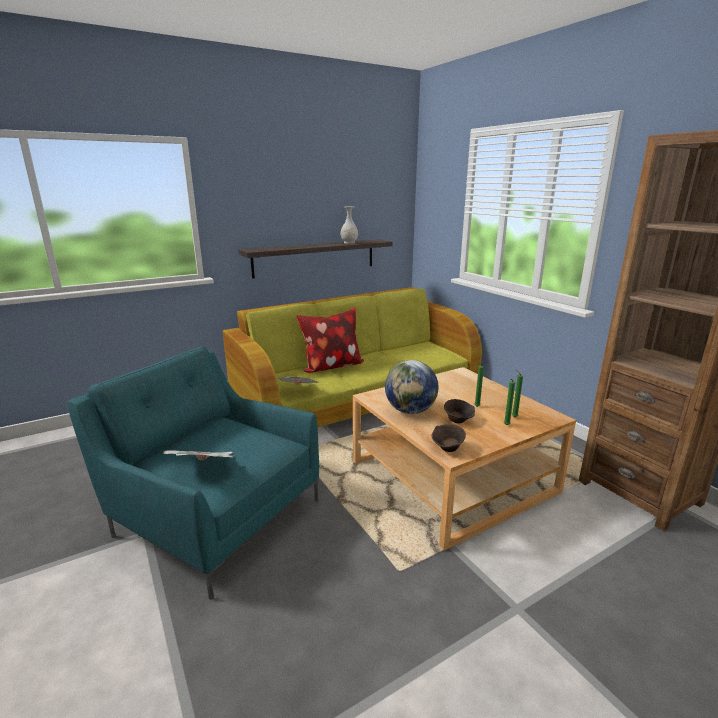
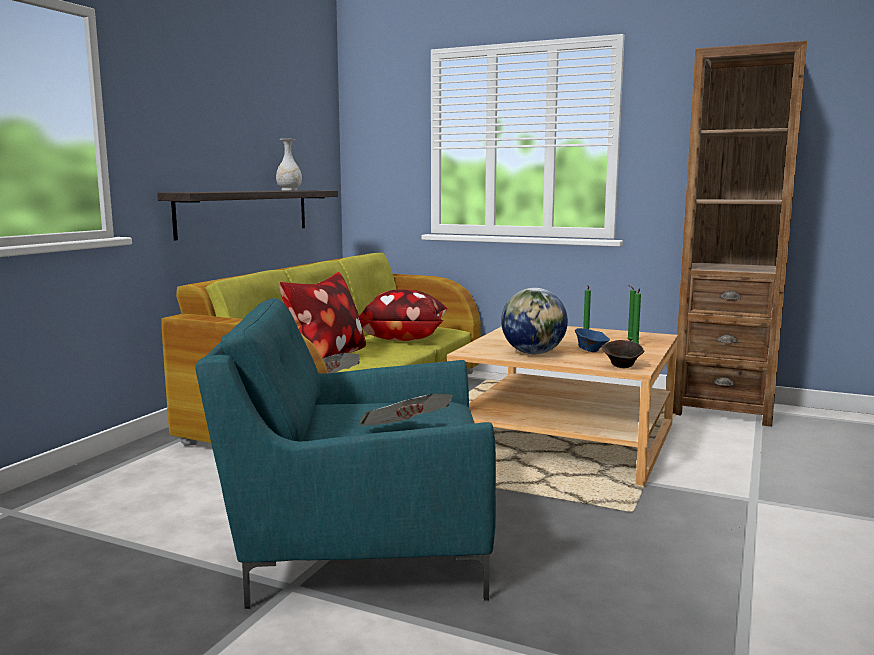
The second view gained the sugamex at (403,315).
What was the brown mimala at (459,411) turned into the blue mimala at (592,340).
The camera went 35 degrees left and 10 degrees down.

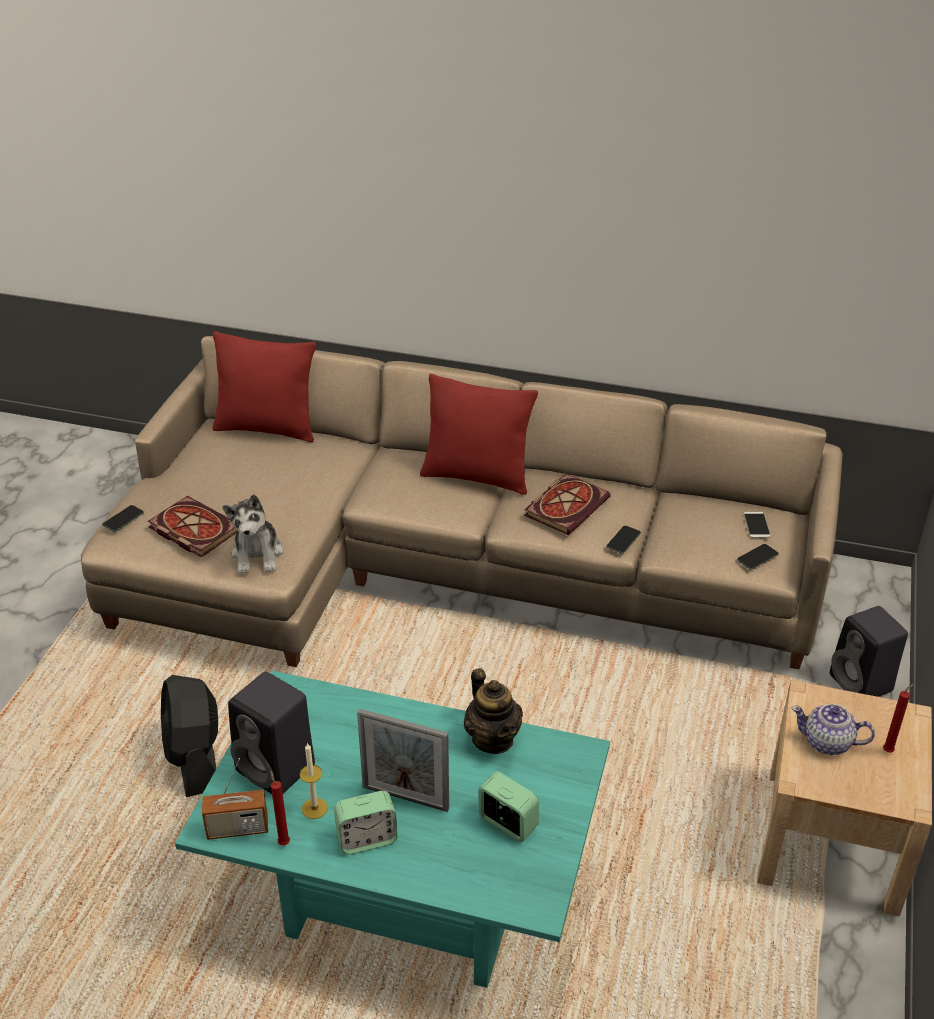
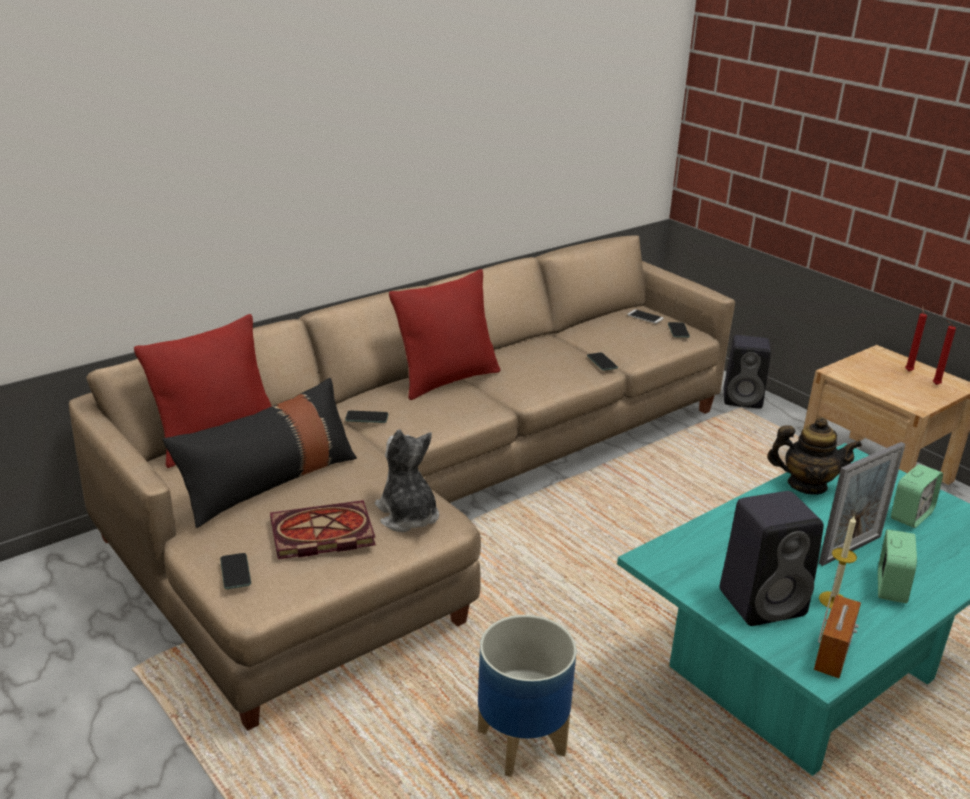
The second view gained the black sugamex at (259,453).
The second view gained the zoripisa at (366,416).
The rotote at (253,534) ended up facing another way, 150 degrees counterclockwise from before.
Where the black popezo stood at (189,736), the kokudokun came to stand at (527,696).
The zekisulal at (508,806) ended up facing another way, 150 degrees clockwise from before.
The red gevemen ended up elsewhere, having gone from (280,807) to (944,352).
The second view lost the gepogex at (567,504).
The second view lost the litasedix at (833,729).
The camera went 55 degrees left and 10 degrees down.

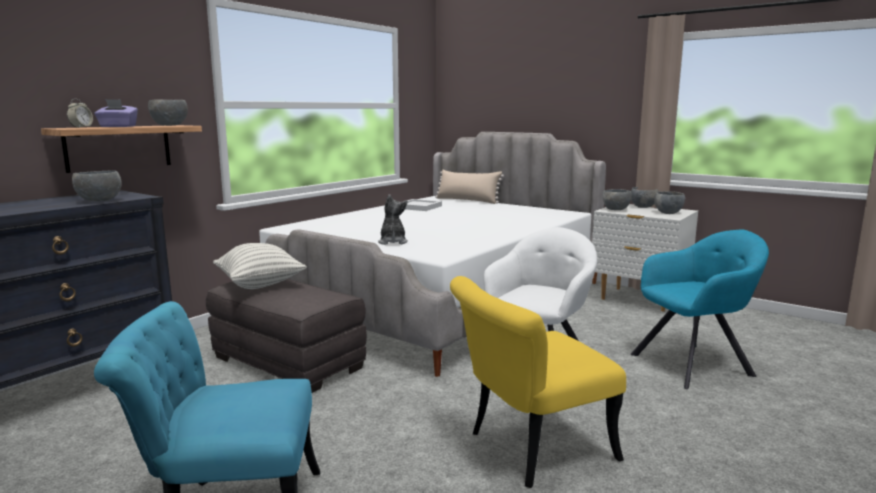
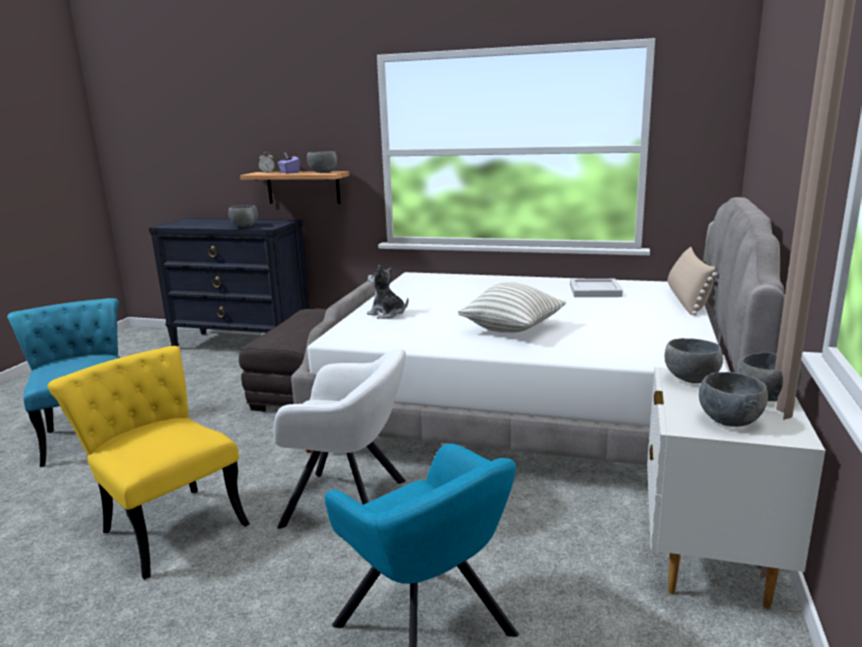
The rotote at (393,219) ended up facing another way, 120 degrees counterclockwise from before.
The sugamex ended up elsewhere, having gone from (260,266) to (512,307).
The camera went 70 degrees right and 5 degrees up.

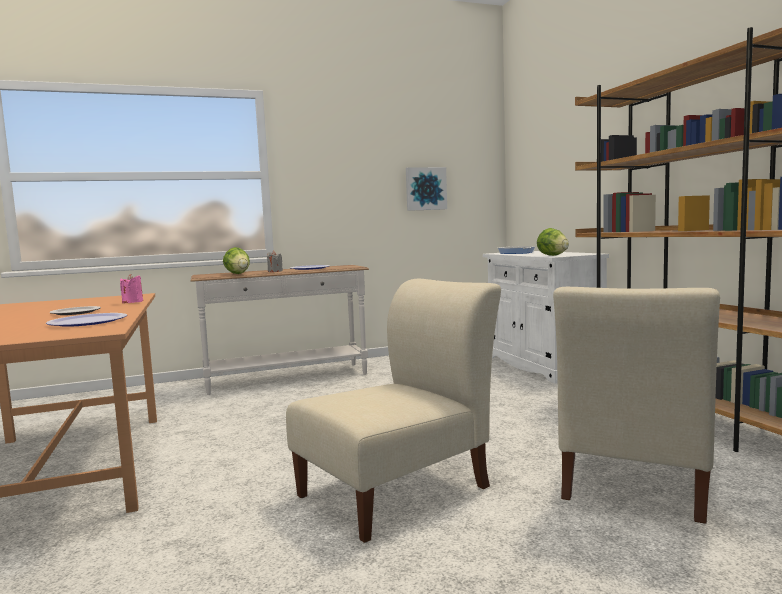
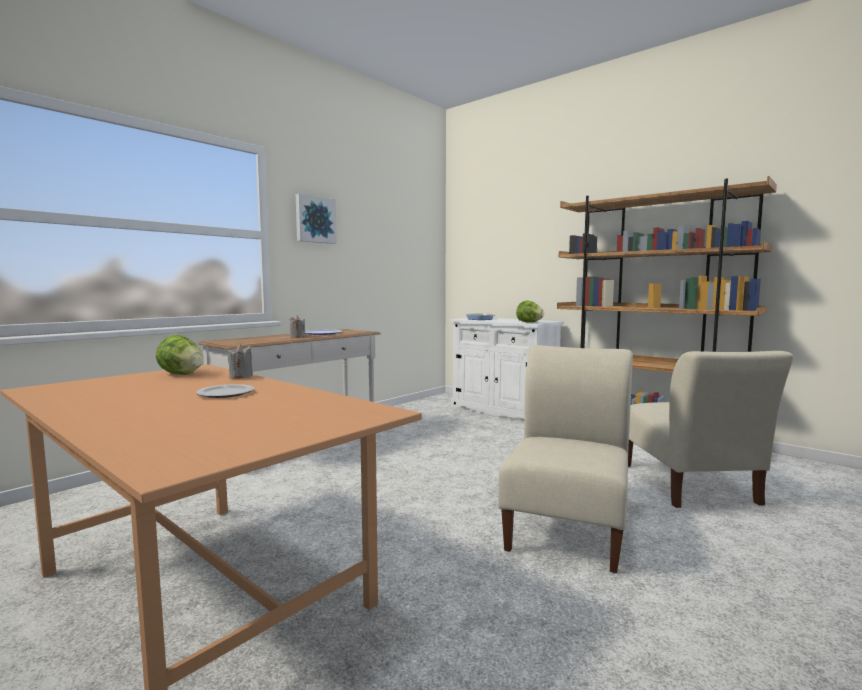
The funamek ended up elsewhere, having gone from (236,260) to (179,355).
What was the pink gevemen at (131,288) turned into the grey gevemen at (240,361).
The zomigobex ended up elsewhere, having gone from (426,189) to (316,219).
The second view lost the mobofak at (86,320).
The camera went 30 degrees left and 0 degrees up.

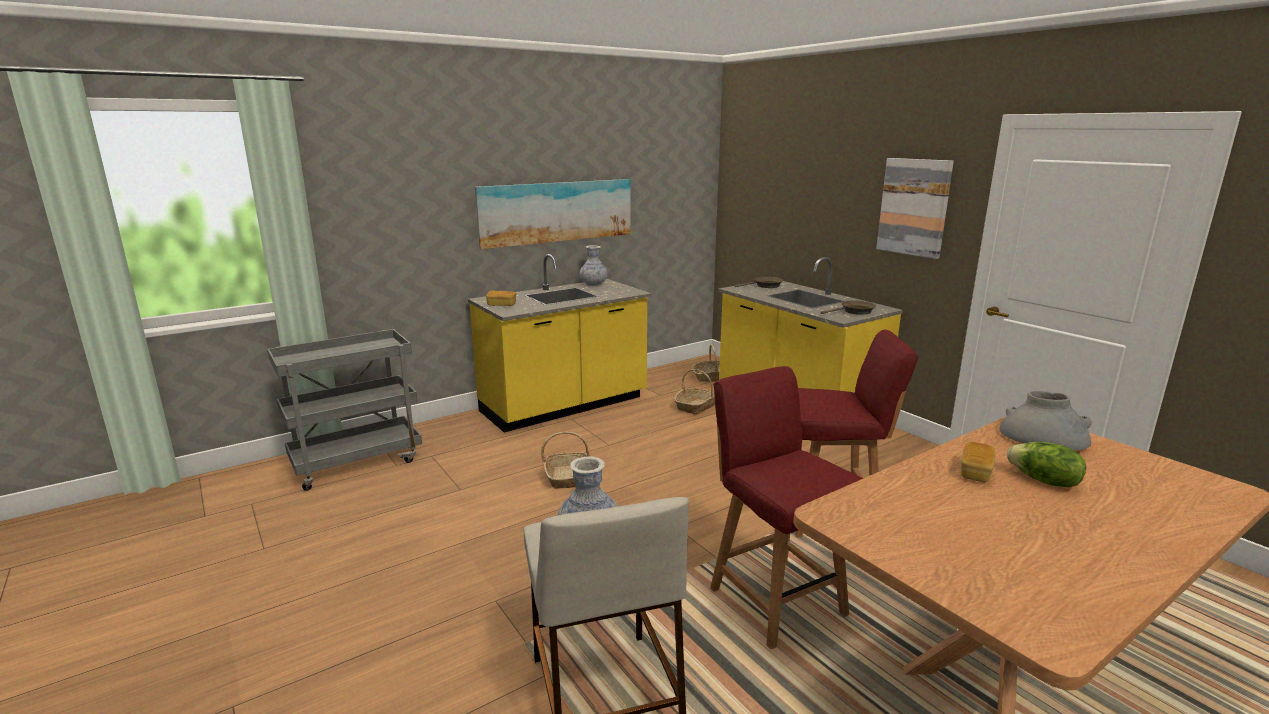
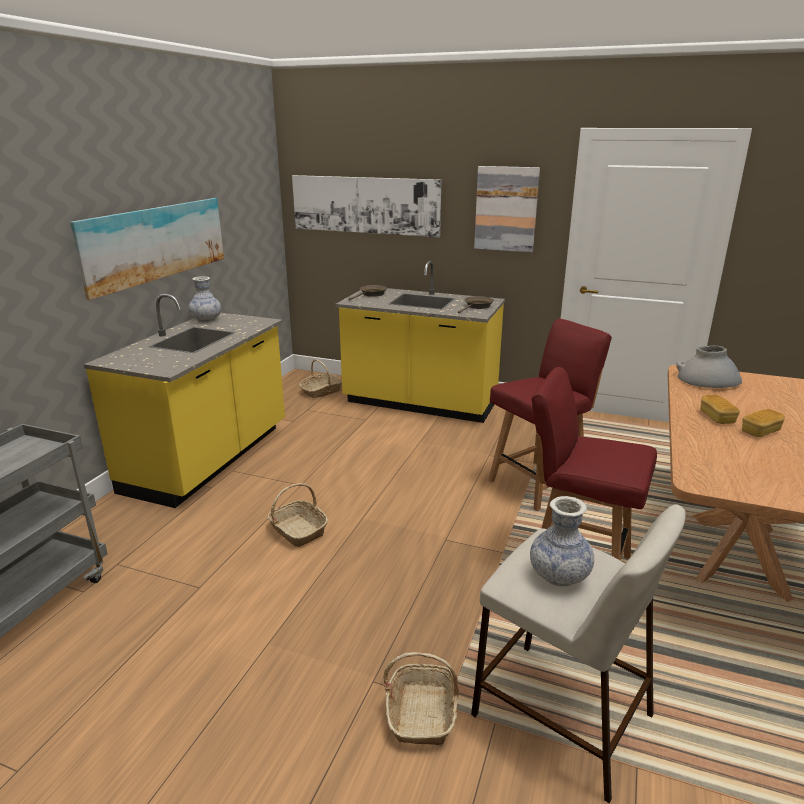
The second view gained the zomigobex at (366,206).
The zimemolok ended up elsewhere, having gone from (694,392) to (421,699).
The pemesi ended up elsewhere, having gone from (501,298) to (763,423).
The second view lost the funamek at (1046,465).
The camera went 35 degrees left and 5 degrees up.

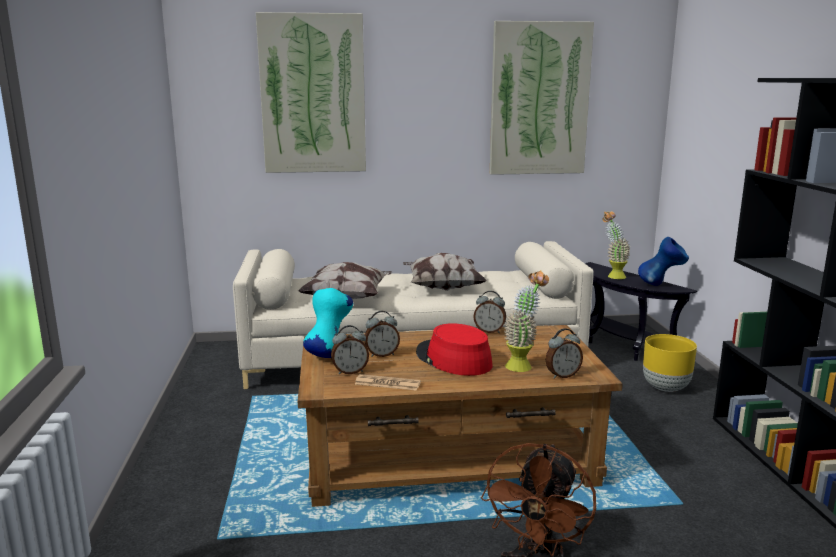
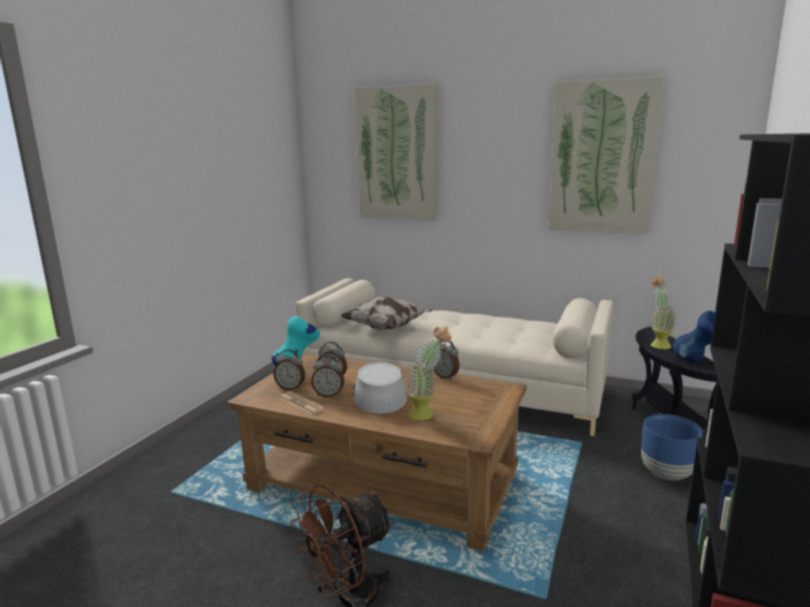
The zekisulal ended up elsewhere, having gone from (564,353) to (327,376).
What was the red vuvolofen at (454,349) turned into the grey vuvolofen at (380,388).
What was the yellow kokudokun at (670,363) turned into the blue kokudokun at (672,447).
The second view lost the sugamex at (445,272).
The camera went 30 degrees right and 0 degrees up.

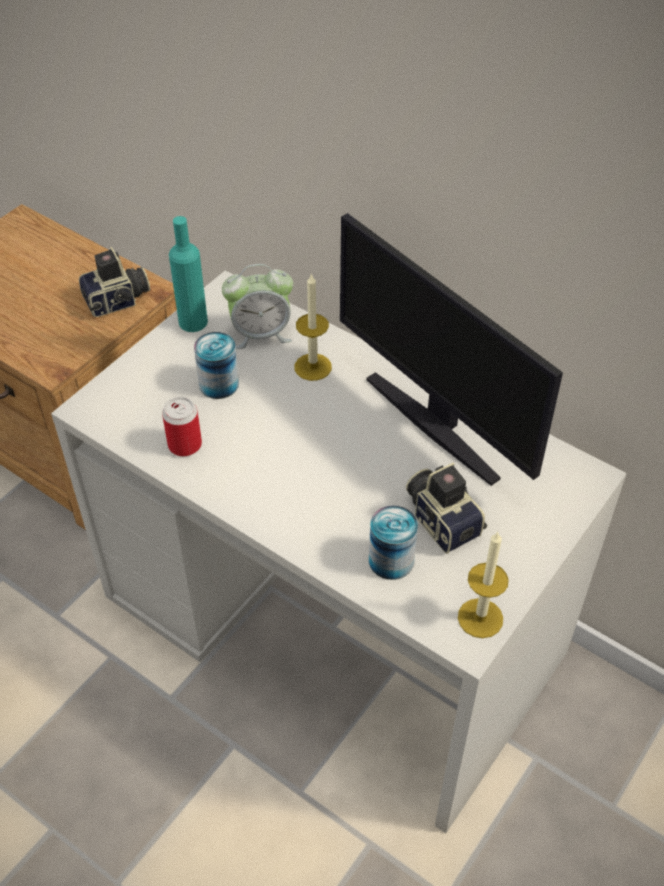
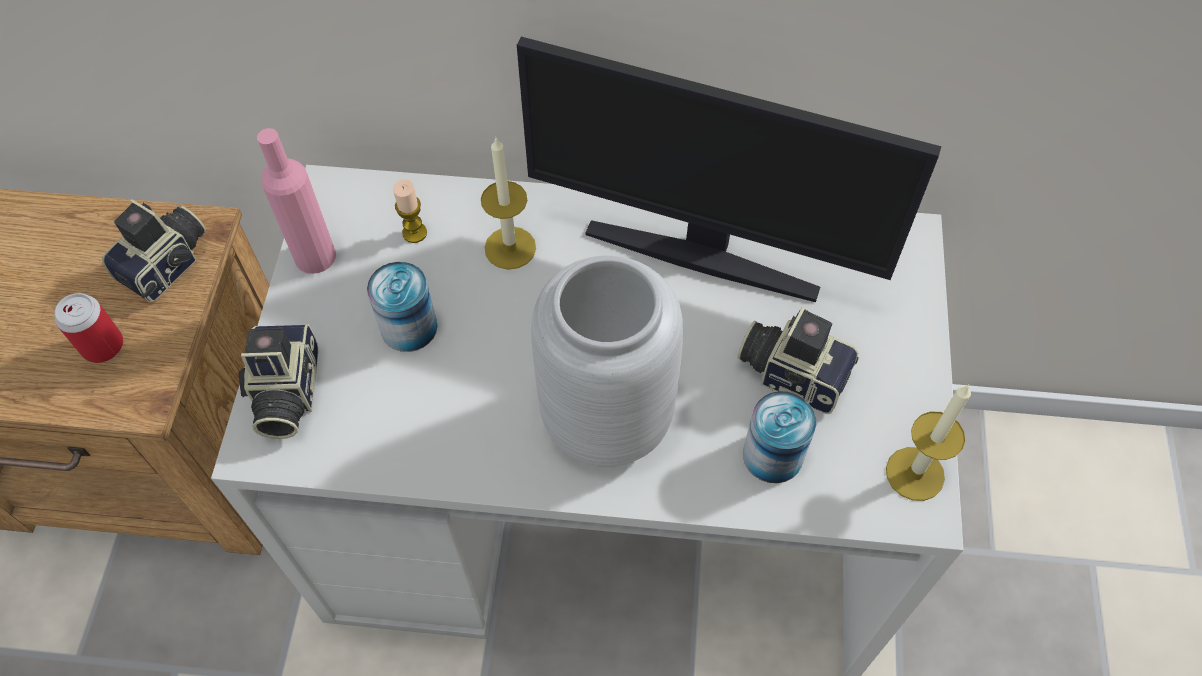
The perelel ended up elsewhere, having gone from (182,426) to (88,328).
The second view gained the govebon at (278,381).
What was the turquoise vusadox at (188,274) turned into the pink vusadox at (296,201).
Where the zekisulal stood at (257,306), the gevemen came to stand at (410,211).
The second view gained the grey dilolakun at (607,361).
The camera went 30 degrees left and 10 degrees up.

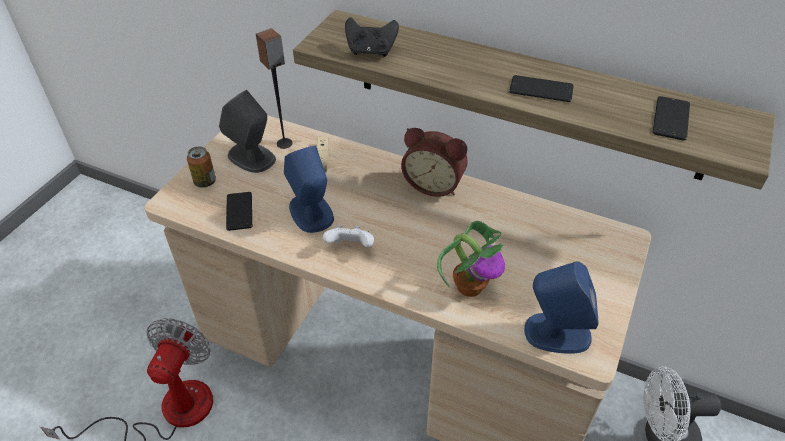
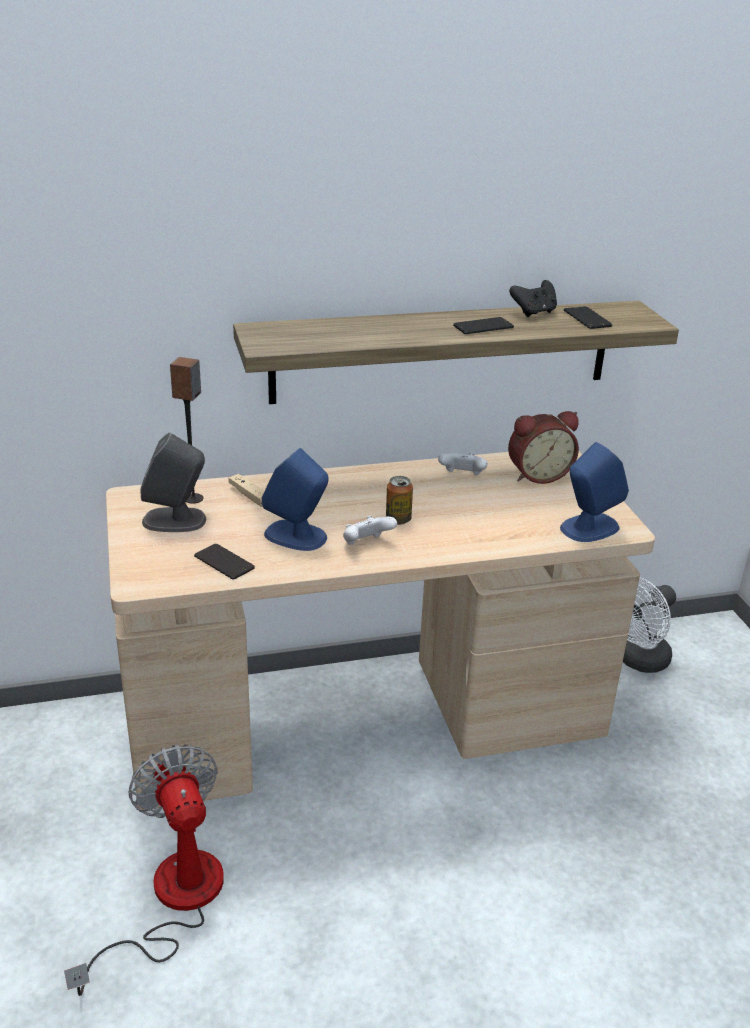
The perelel ended up elsewhere, having gone from (201,167) to (399,500).
The second view gained the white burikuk at (463,464).
The zekisulal ended up elsewhere, having gone from (434,162) to (543,447).
The black burikuk ended up elsewhere, having gone from (372,37) to (533,298).
The second view lost the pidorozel at (471,259).
The camera went 40 degrees left and 15 degrees down.

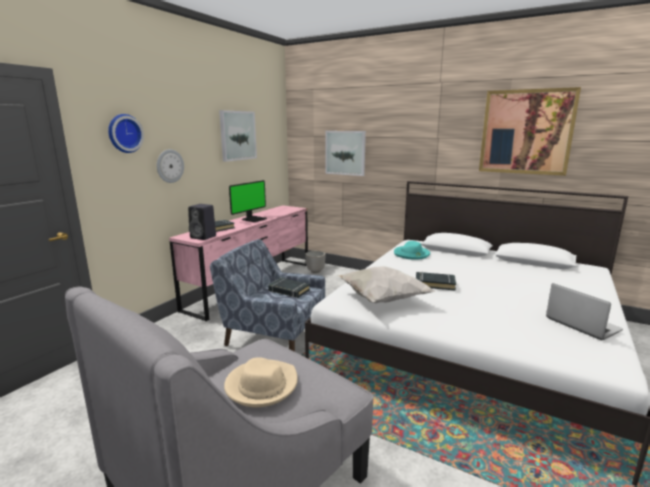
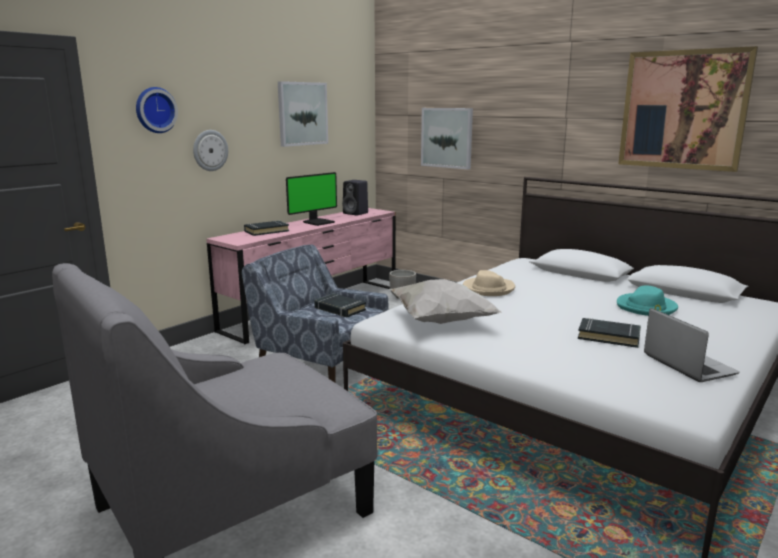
The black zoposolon ended up elsewhere, having gone from (202,222) to (355,197).
The beige vuvolofen ended up elsewhere, having gone from (261,382) to (489,283).
The black gepogex ended up elsewhere, having gone from (436,281) to (609,333).
The turquoise vuvolofen ended up elsewhere, having gone from (412,250) to (647,301).
The camera went 10 degrees right and 0 degrees up.

